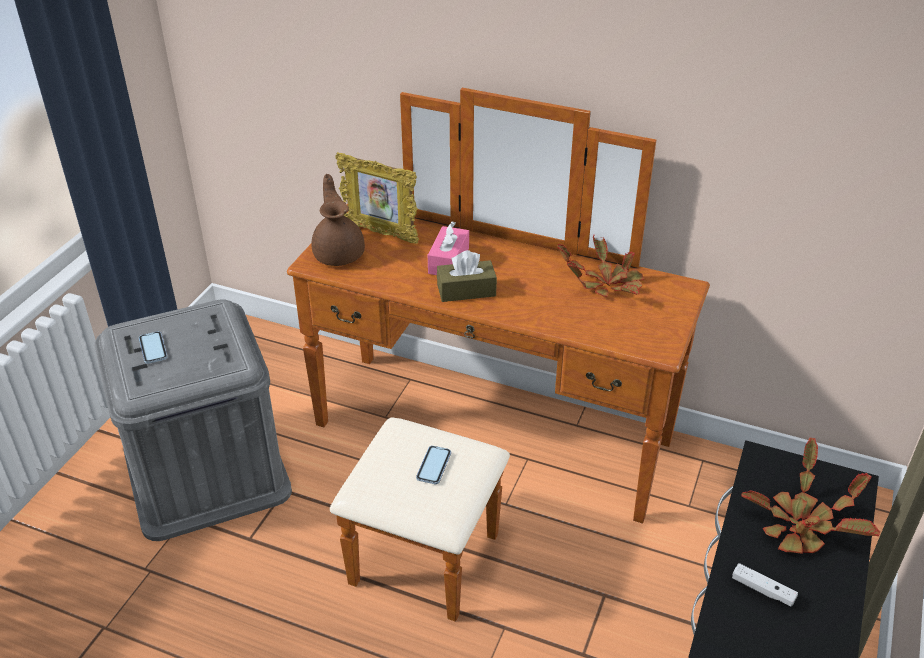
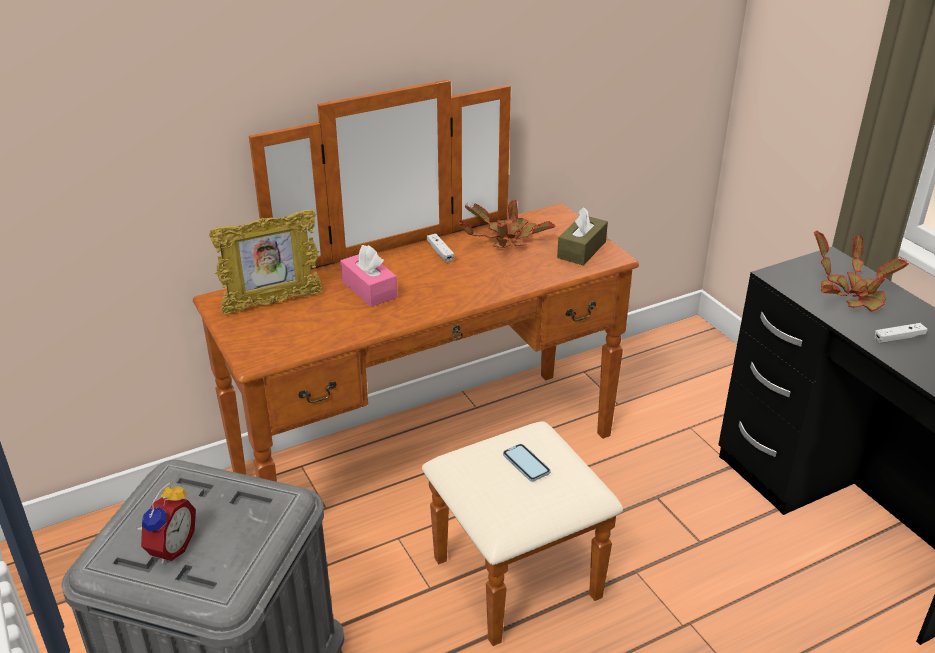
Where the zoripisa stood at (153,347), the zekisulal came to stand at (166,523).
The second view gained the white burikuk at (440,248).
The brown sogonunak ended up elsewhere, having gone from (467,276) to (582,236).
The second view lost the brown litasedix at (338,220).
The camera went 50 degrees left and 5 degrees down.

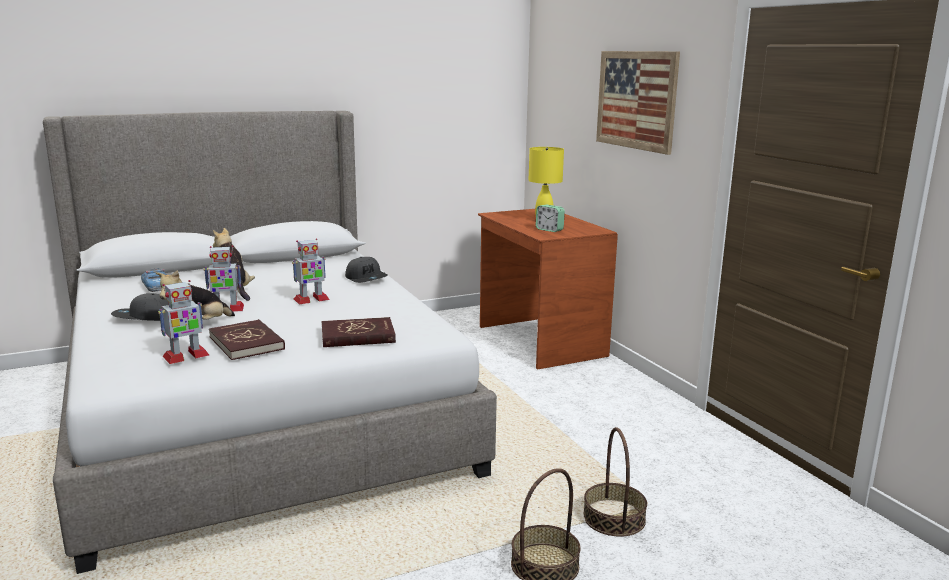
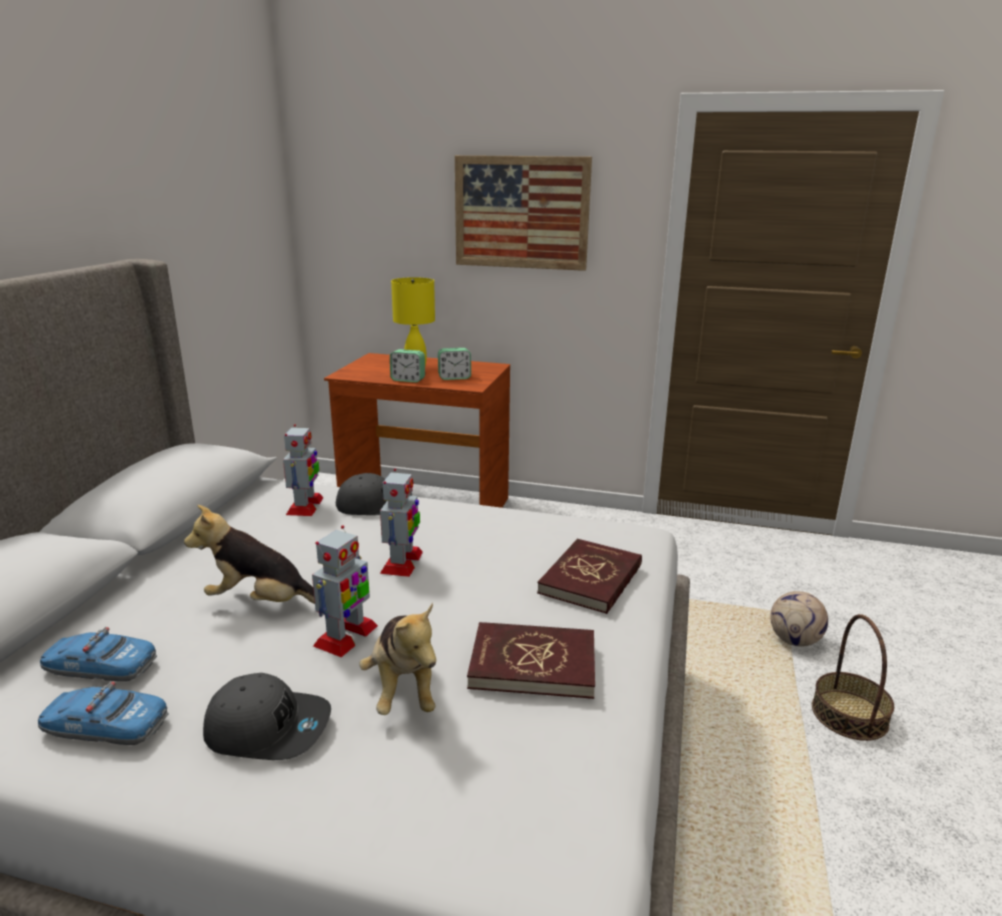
The second view gained the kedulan at (103,713).
The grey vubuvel at (140,307) ended up facing another way, 120 degrees counterclockwise from before.
The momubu ended up elsewhere, having gone from (183,322) to (303,470).
The second view gained the zekisulal at (407,366).
Where the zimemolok stood at (615,482), the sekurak came to stand at (799,618).
The camera went 50 degrees left and 5 degrees up.

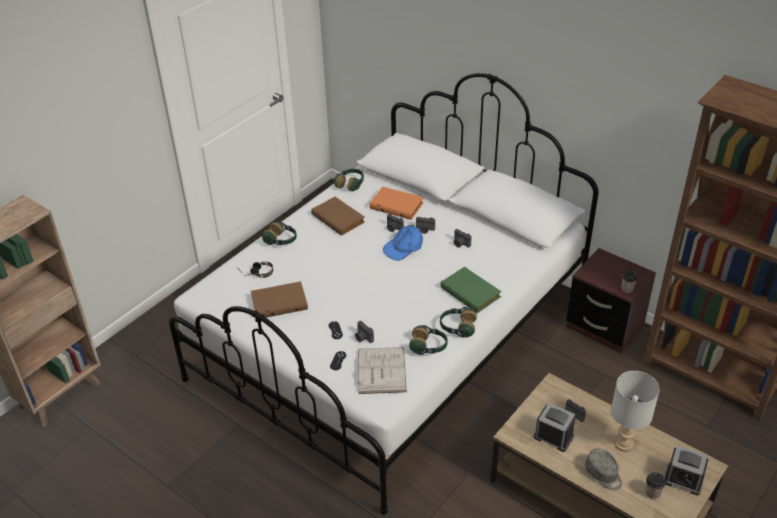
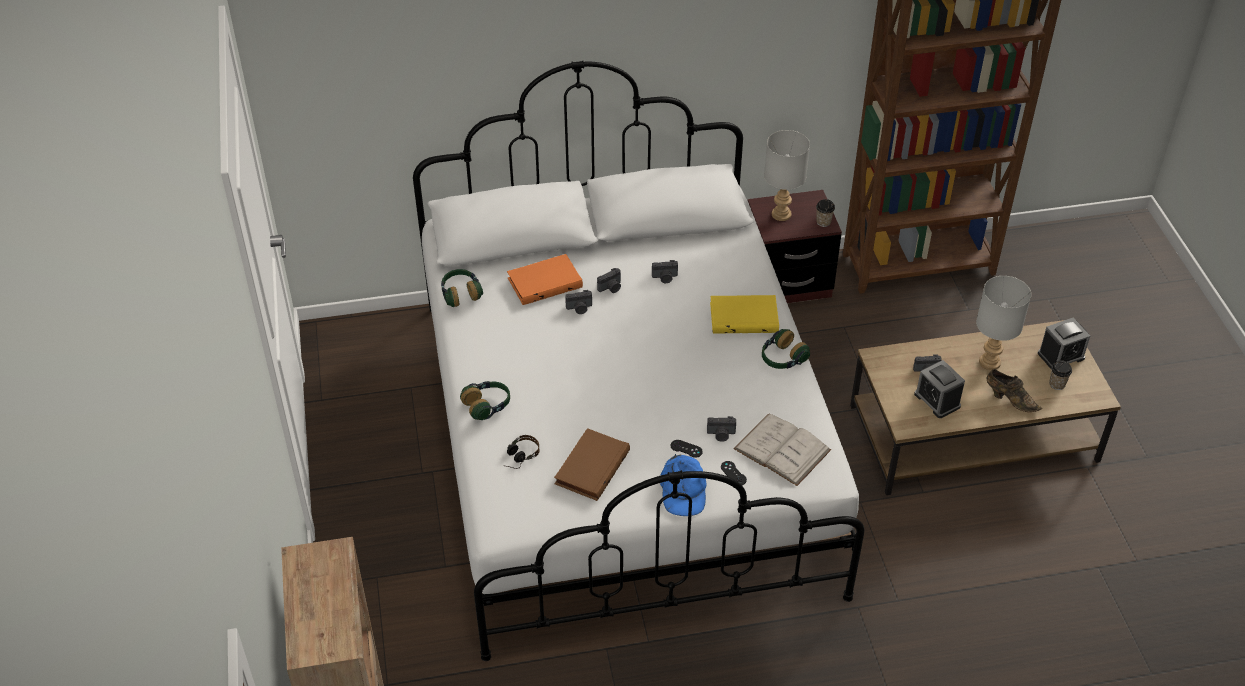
The blue vubuvel ended up elsewhere, having gone from (403,242) to (683,485).
What was the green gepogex at (470,290) turned into the yellow gepogex at (744,314).
The second view gained the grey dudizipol at (787,175).
The zekisulal at (554,427) ended up facing another way, 105 degrees counterclockwise from before.
Where the grey vubuvel stood at (603,469), the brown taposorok came to stand at (1014,390).
The second view lost the brown gepogex at (338,216).
The second view lost the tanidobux at (428,340).
The camera went 50 degrees left and 5 degrees up.

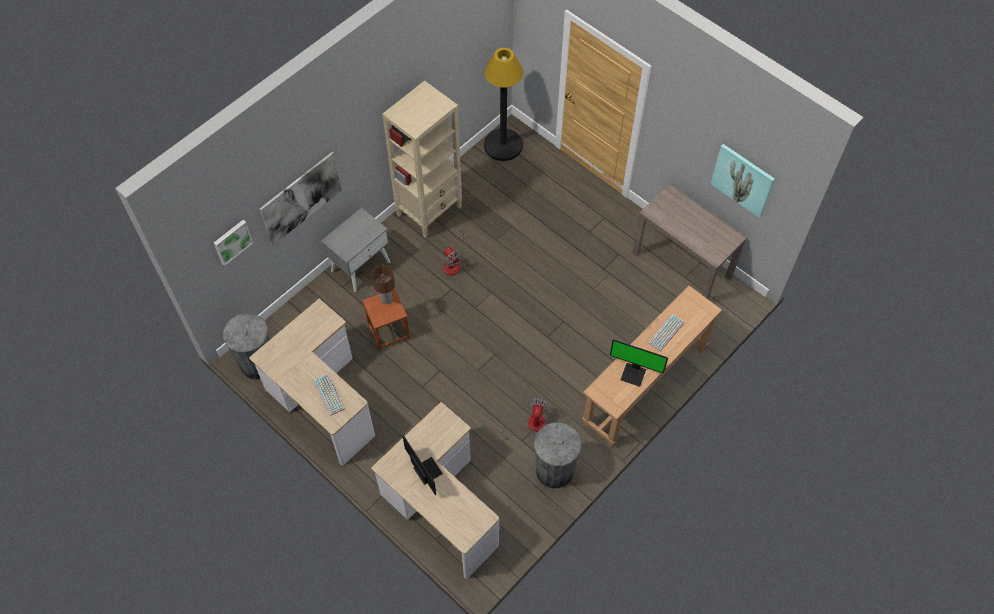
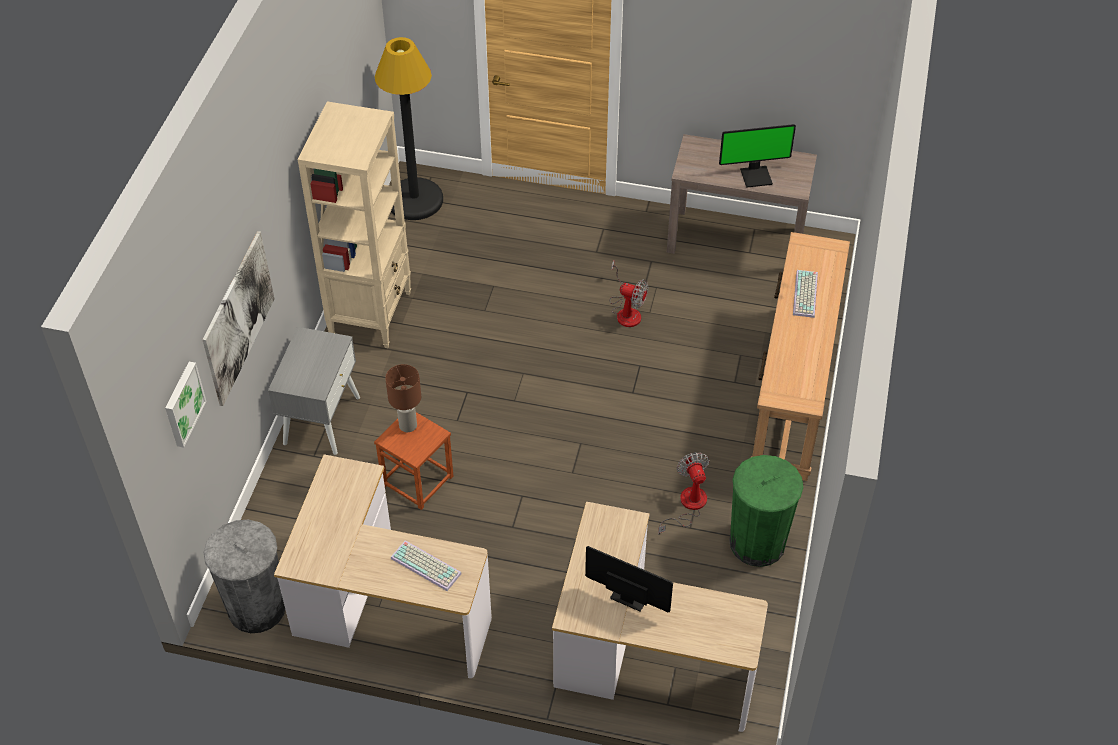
The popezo ended up elsewhere, having gone from (454,251) to (629,294).
The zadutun ended up elsewhere, having gone from (639,363) to (757,156).
What was the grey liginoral at (557,455) turned into the green liginoral at (766,511).
The second view lost the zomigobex at (742,181).
The camera went 30 degrees left and 10 degrees down.

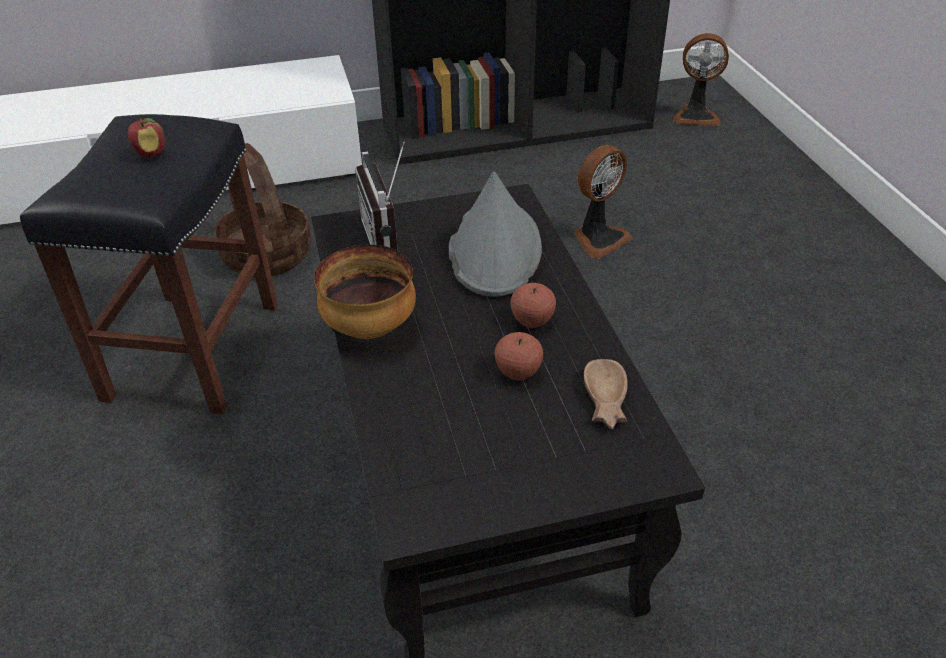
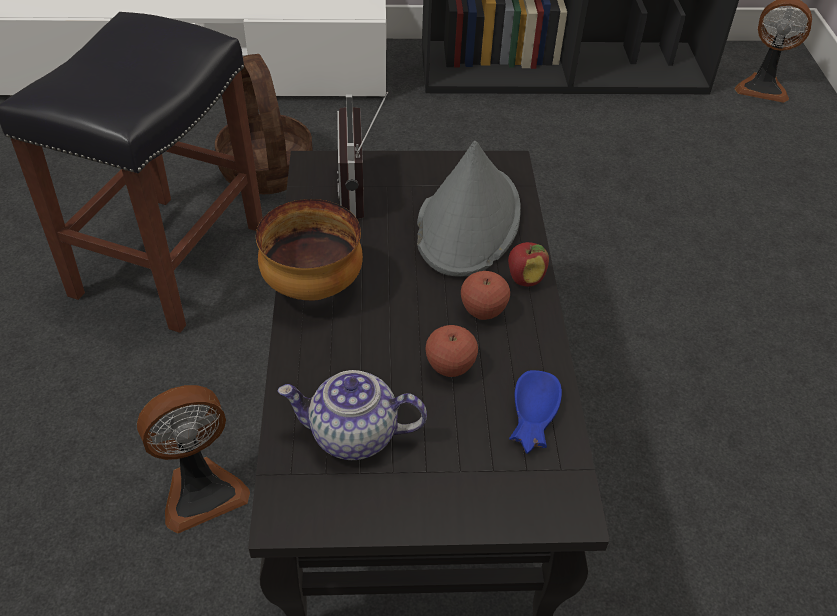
The popezo ended up elsewhere, having gone from (603,202) to (193,459).
The second view gained the litasedix at (352,415).
The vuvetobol ended up elsewhere, having gone from (146,138) to (528,264).
What was the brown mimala at (606,394) turned into the blue mimala at (535,412).
The camera went 10 degrees right and 5 degrees up.

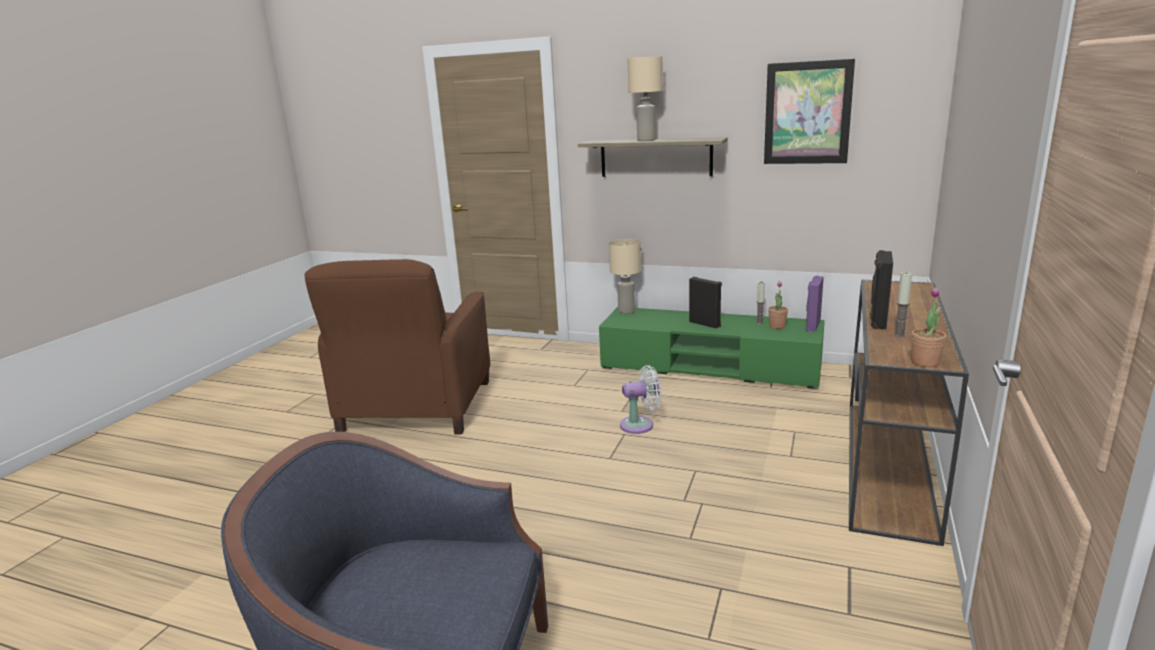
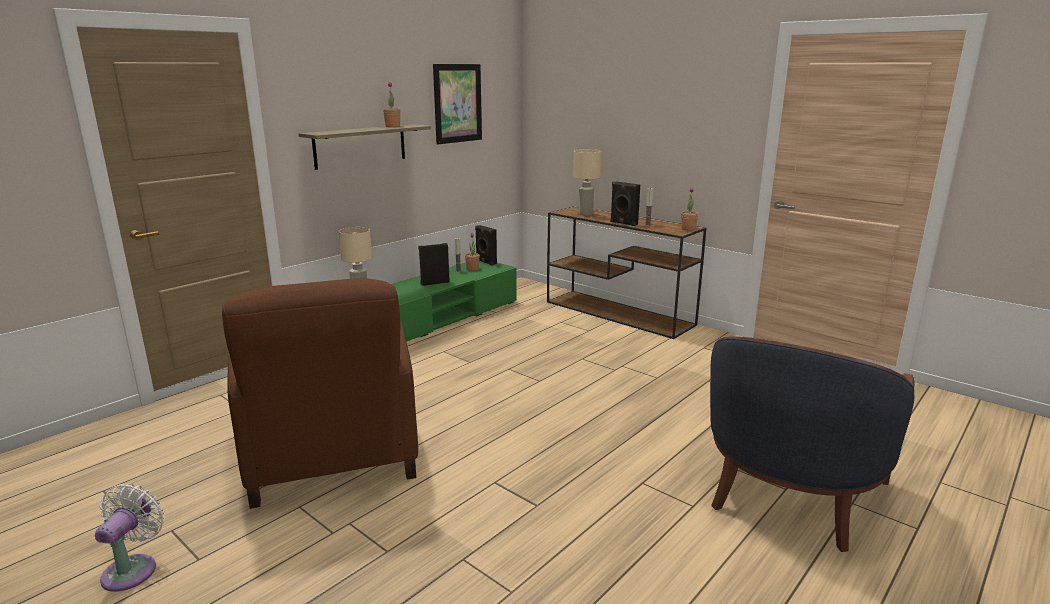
The white popezo ended up elsewhere, having gone from (641,399) to (129,537).
The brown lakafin at (397,347) ended up facing another way, 45 degrees clockwise from before.
The second view gained the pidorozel at (391,104).
What was the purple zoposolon at (814,304) turned into the black zoposolon at (486,245).
The beige dudizipol ended up elsewhere, having gone from (645,98) to (587,182).
The camera went 70 degrees left and 0 degrees up.

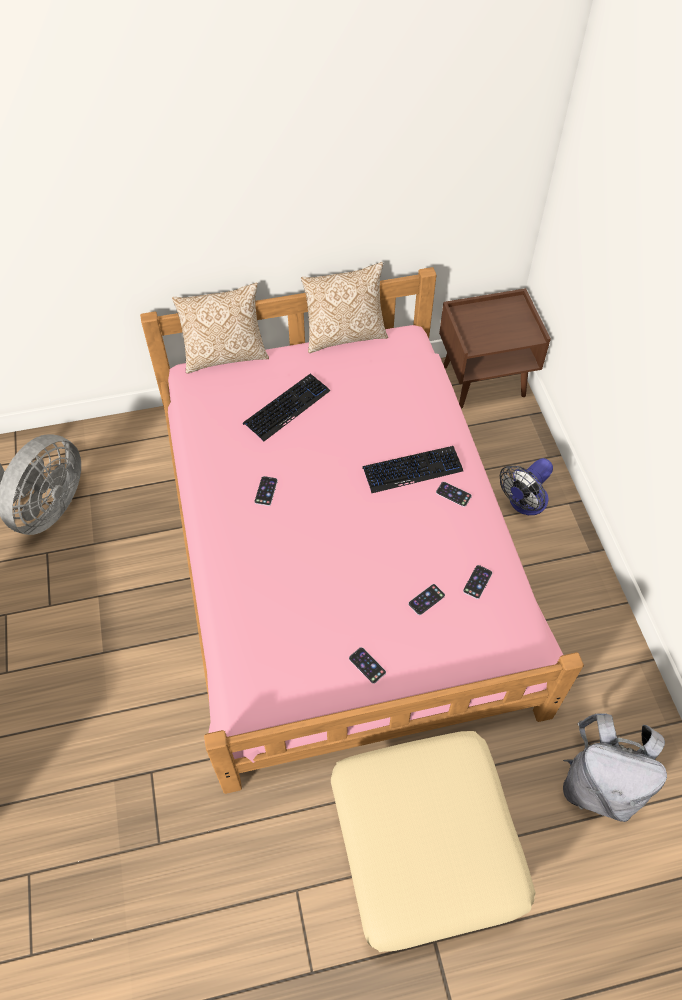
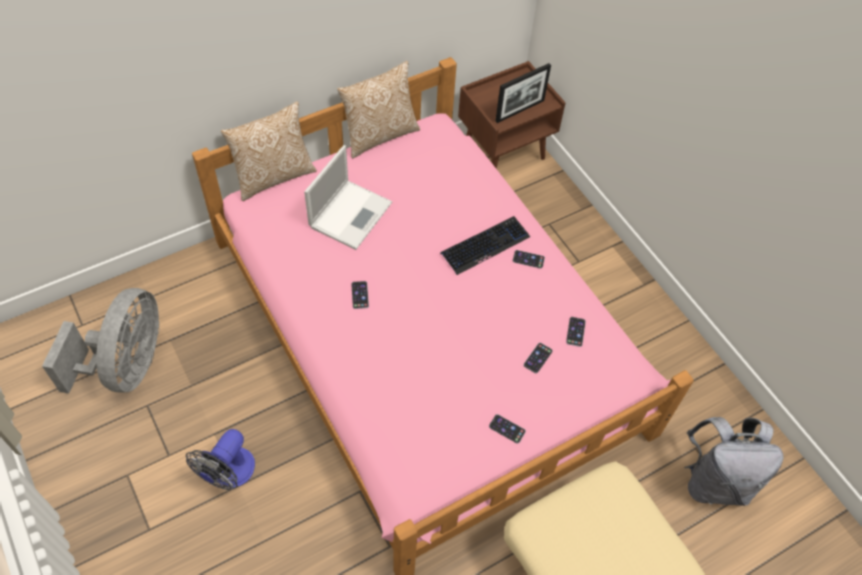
The popezo ended up elsewhere, having gone from (526,486) to (220,459).
Where the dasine stood at (286,408), the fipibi came to stand at (348,197).
The second view gained the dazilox at (523,93).
The camera went 20 degrees left and 0 degrees up.

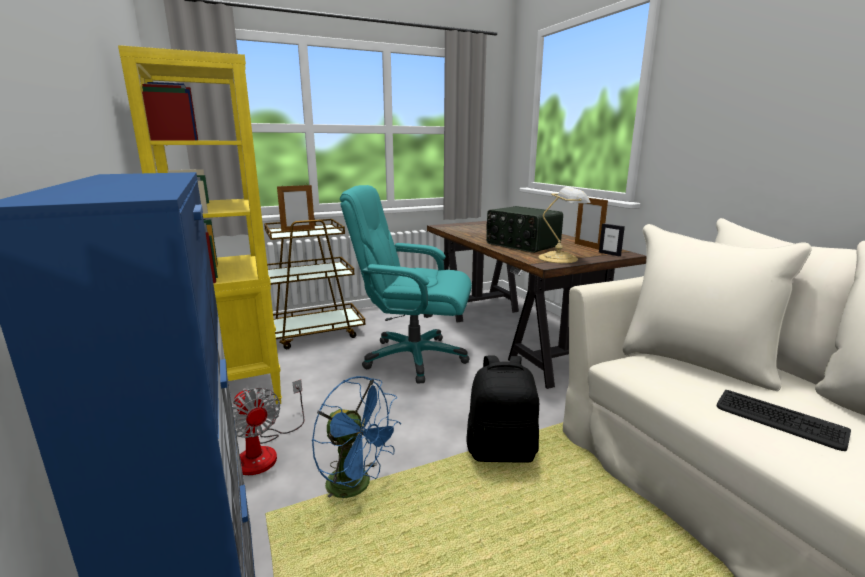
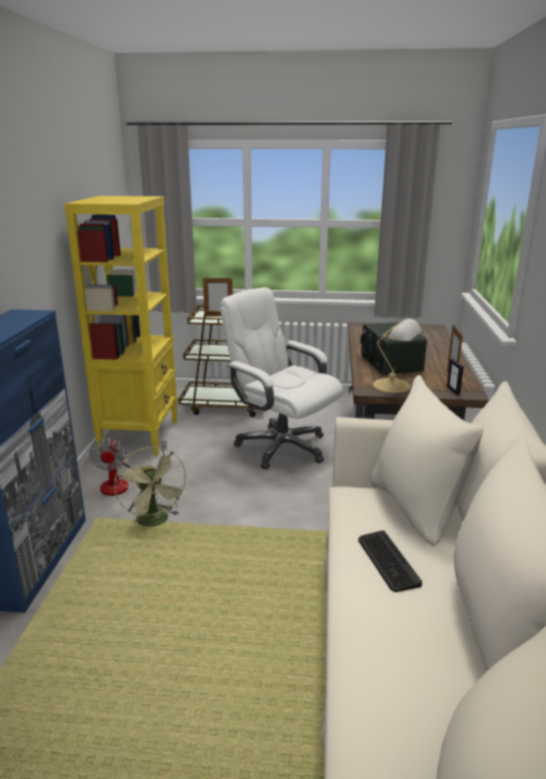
What was the blue popezo at (356,438) turned into the green popezo at (151,486).
What was the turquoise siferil at (406,284) turned into the white siferil at (281,378).
The second view lost the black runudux at (502,409).
The camera went 30 degrees right and 5 degrees up.

